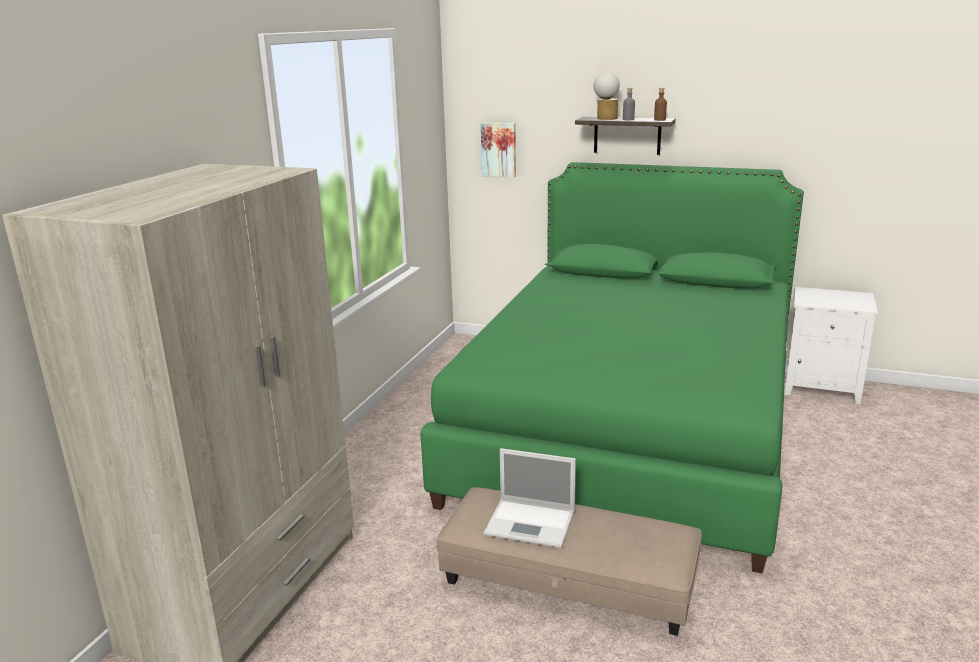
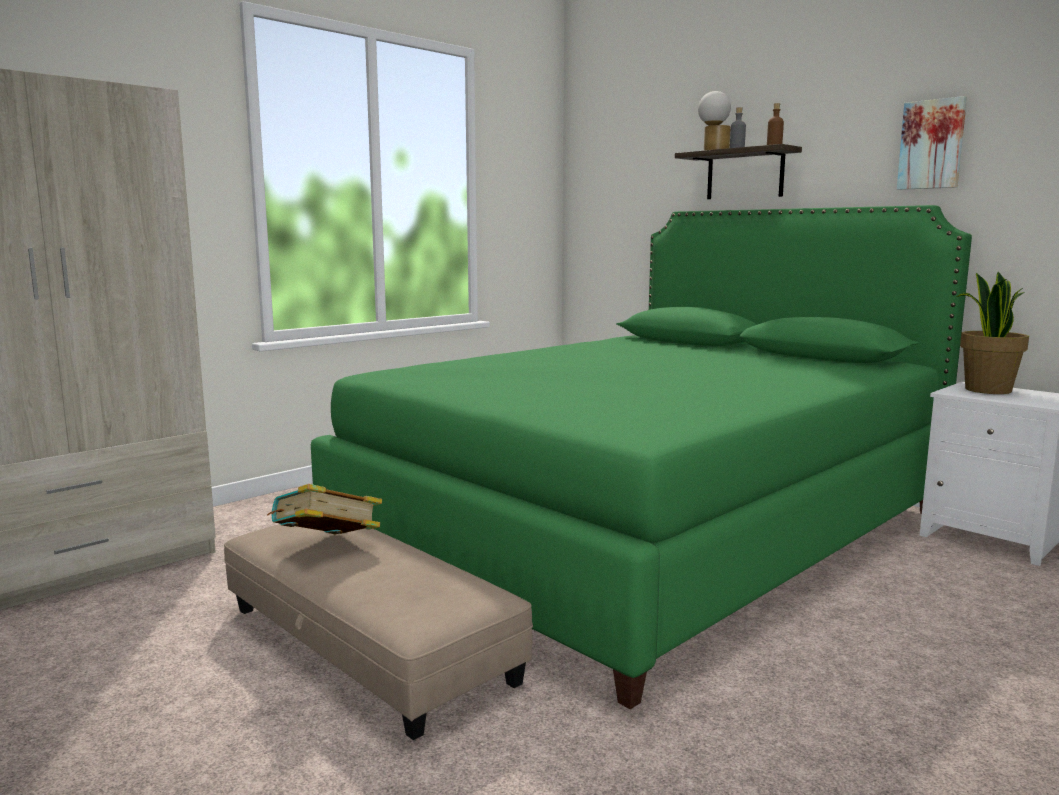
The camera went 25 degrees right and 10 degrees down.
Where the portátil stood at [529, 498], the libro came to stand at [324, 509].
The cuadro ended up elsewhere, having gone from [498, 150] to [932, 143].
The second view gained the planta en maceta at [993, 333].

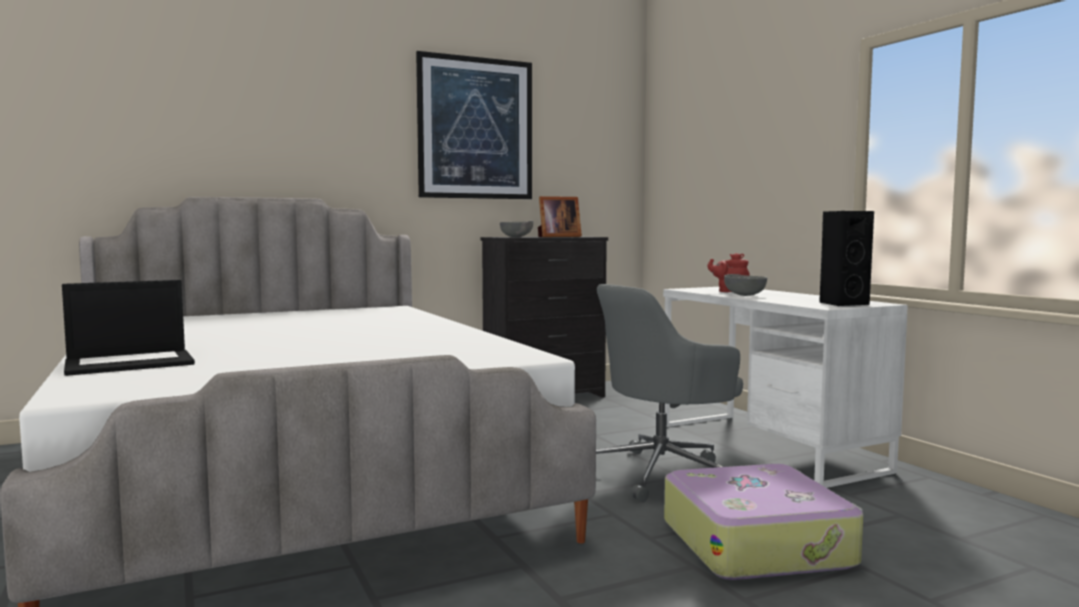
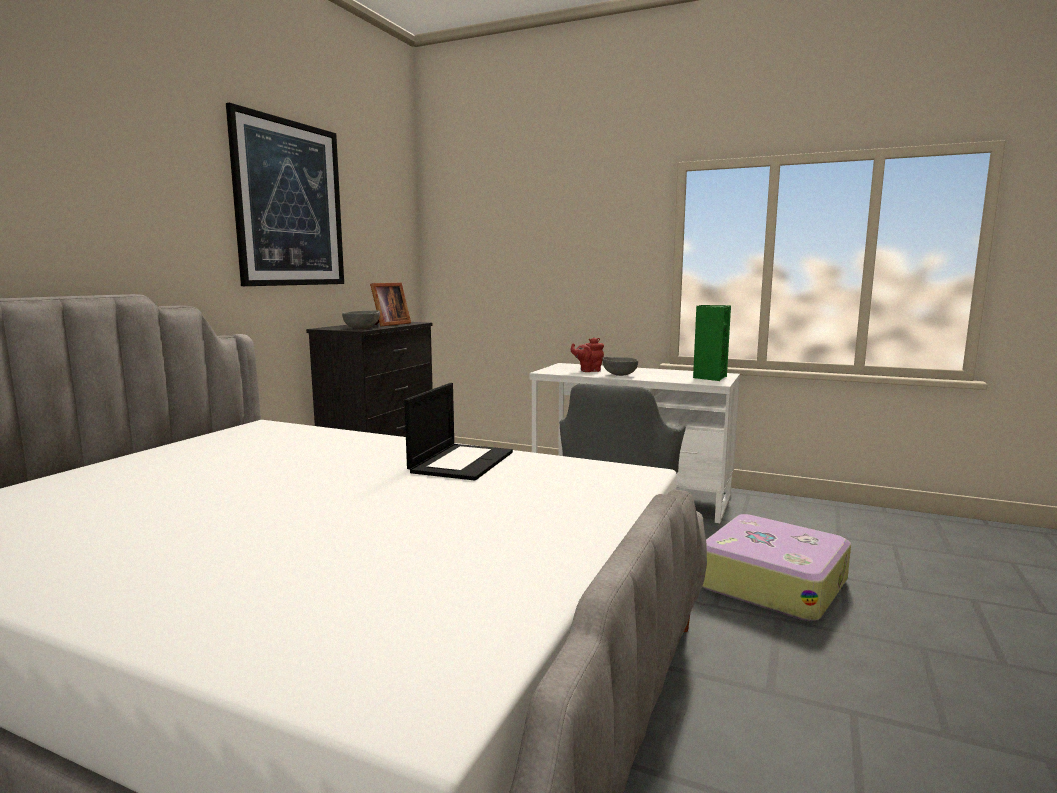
The camera went 40 degrees left and 5 degrees up.
The portátil ended up elsewhere, having gone from [128, 328] to [458, 432].
What was the altavoz [negro] at [846, 258] turned into the altavoz [verde] at [712, 343].

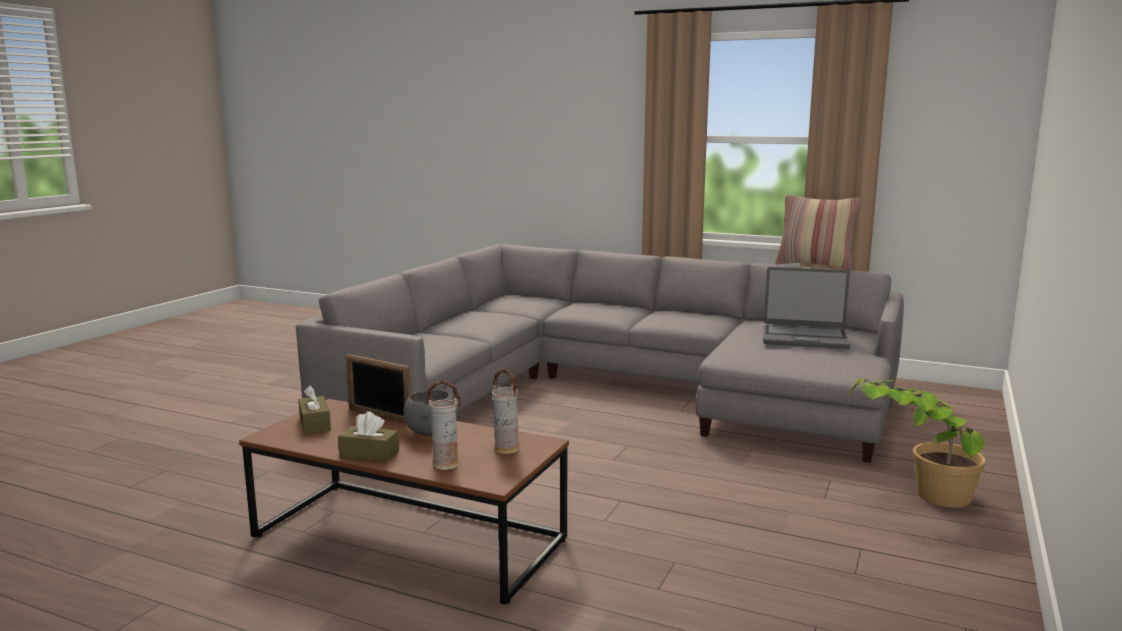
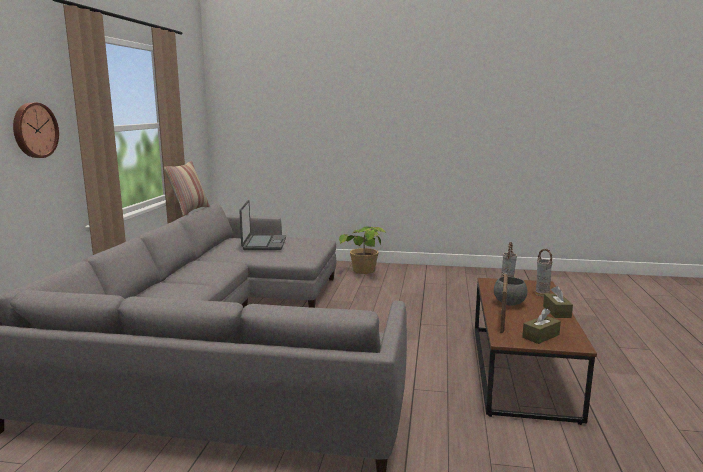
The camera went 105 degrees left and 0 degrees up.
The second view gained the reloj de pared at [36, 130].

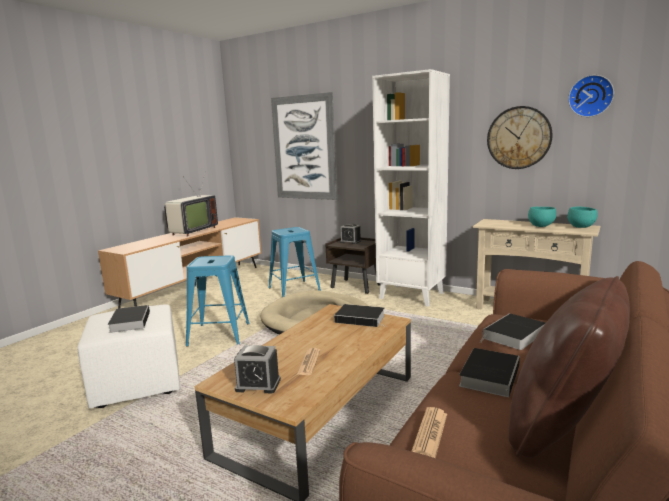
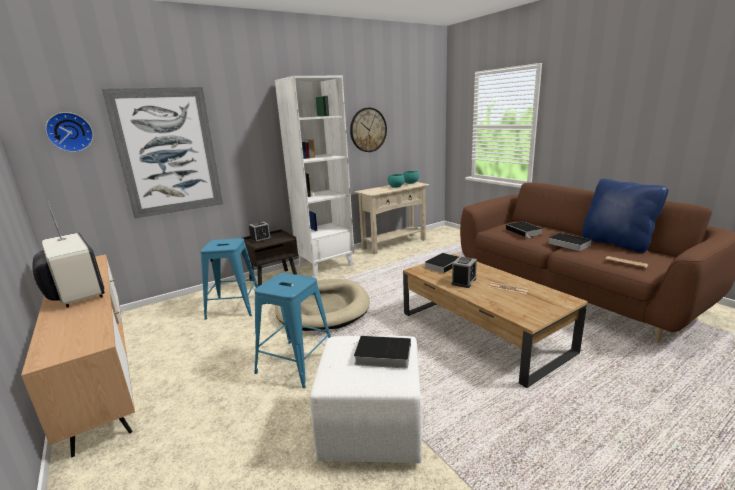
The camera went 65 degrees left and 5 degrees up.
The reloj de pared ended up elsewhere, having gone from [591, 96] to [69, 132].
The despertador ended up elsewhere, having gone from [257, 369] to [464, 272].
What was the cojín [marrón] at [569, 366] turned into the cojín [azul] at [625, 216].

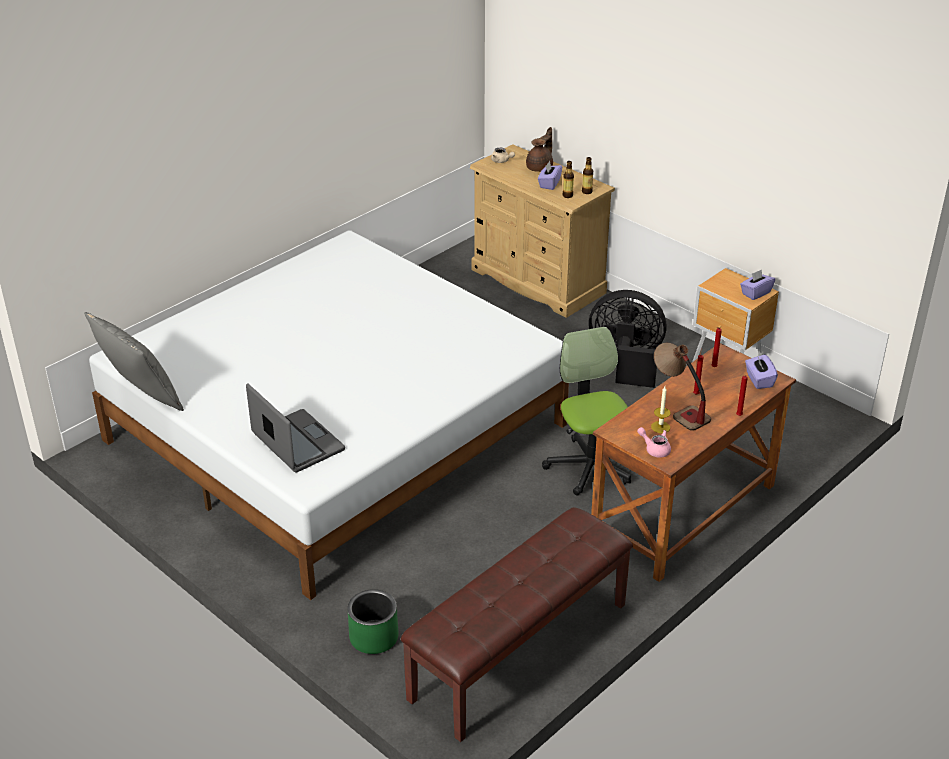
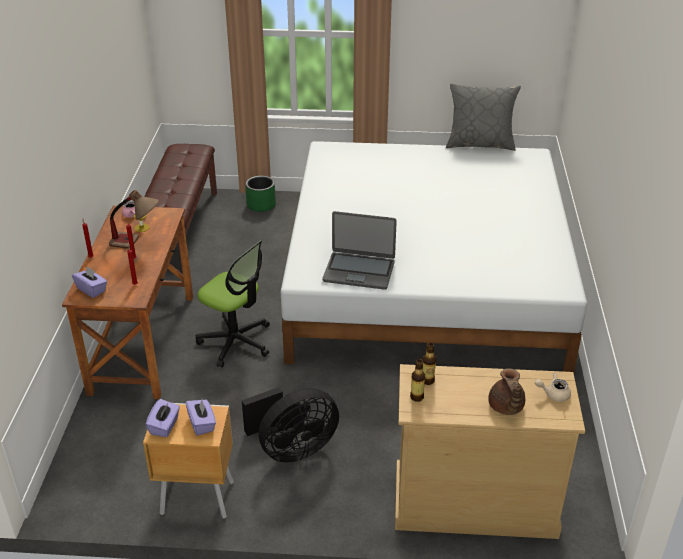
The camera went 140 degrees right and 0 degrees up.
The caja de pañuelos [morado] ended up elsewhere, having gone from [550, 175] to [201, 418].
The portátil ended up elsewhere, having gone from [295, 428] to [359, 250].

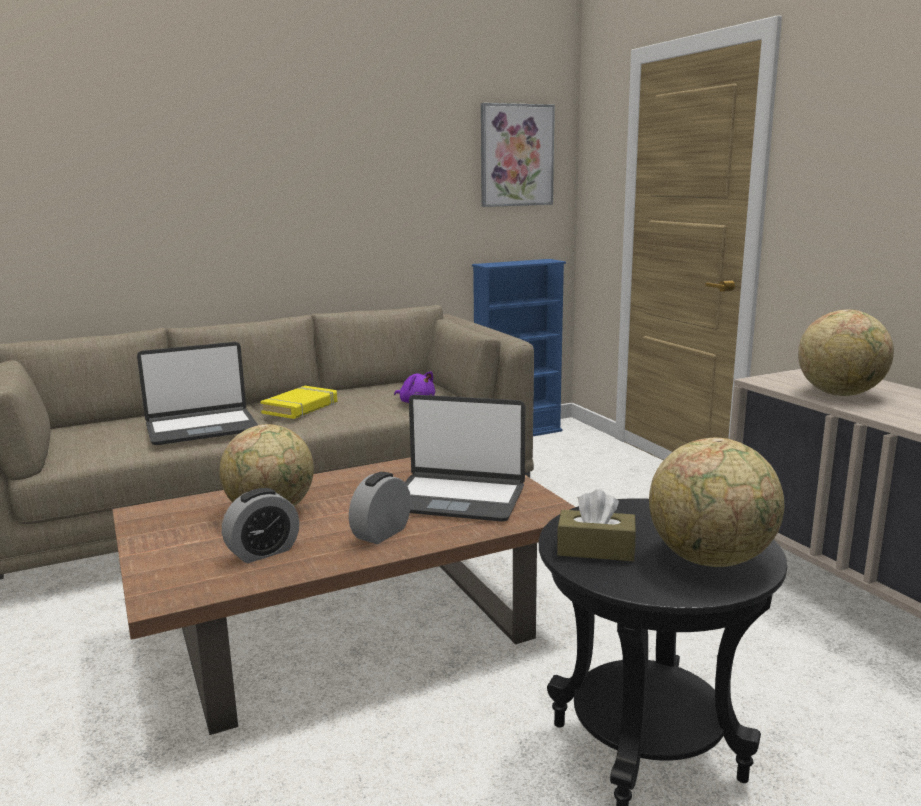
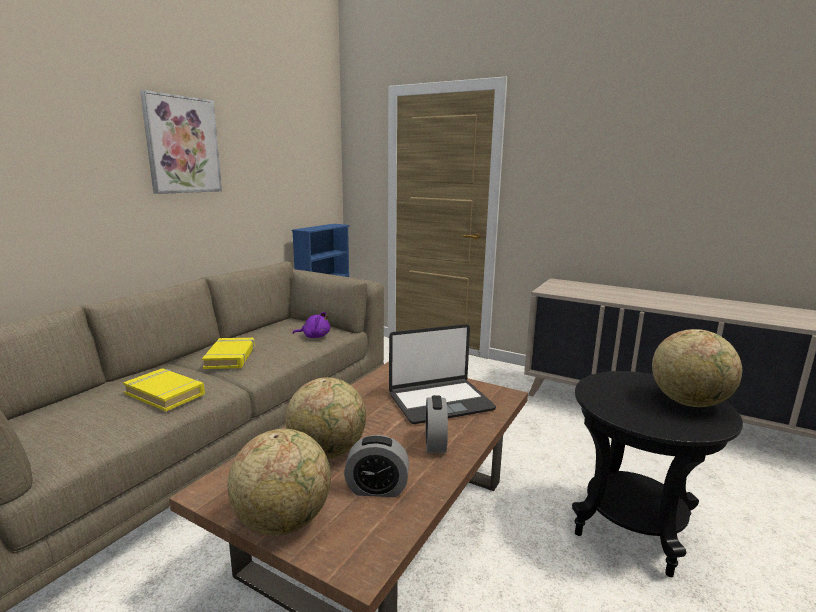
The camera went 35 degrees left and 0 degrees up.
Where the portátil stood at [197, 393], the libro [amarillo] came to stand at [164, 389].
The cuadro ended up elsewhere, having gone from [518, 155] to [181, 142].
The globo terráqueo ended up elsewhere, having gone from [846, 353] to [279, 482].
The despertador at [260, 525] ended up facing another way, 75 degrees clockwise from before.
The second view lost the caja de pañuelos [marrón] at [596, 525].

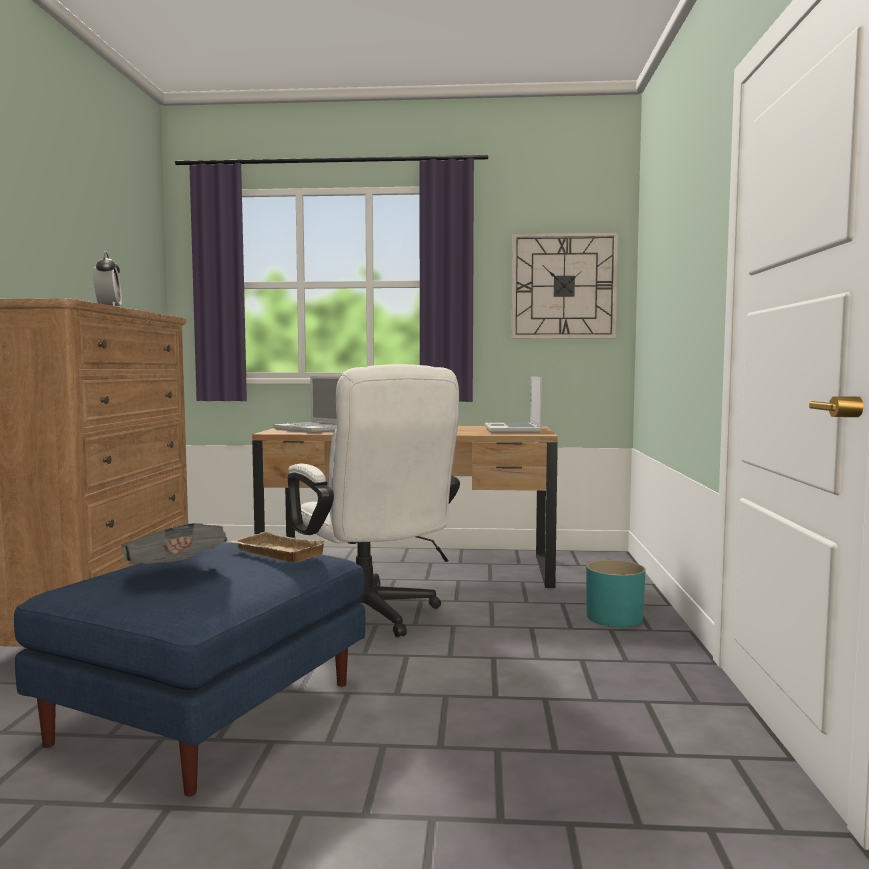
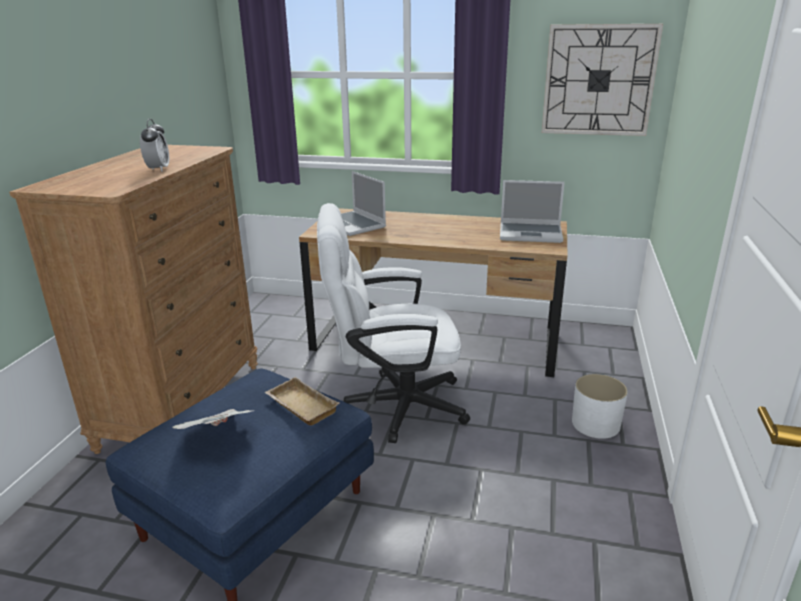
The camera went 10 degrees right and 20 degrees up.
The silla de oficina [blanco] at [373, 500] ended up facing another way, 105 degrees clockwise from before.
The portátil at [513, 404] ended up facing another way, 90 degrees counterclockwise from before.
What was the maceta [turquesa] at [615, 593] turned into the maceta [blanco] at [600, 406].

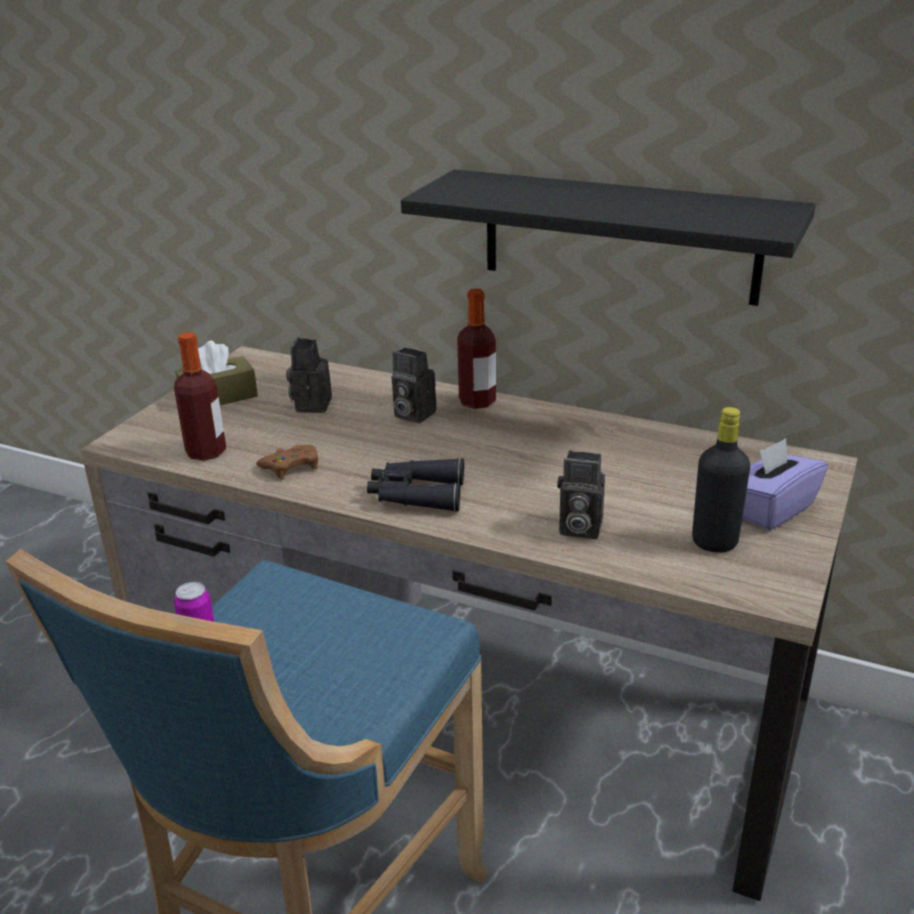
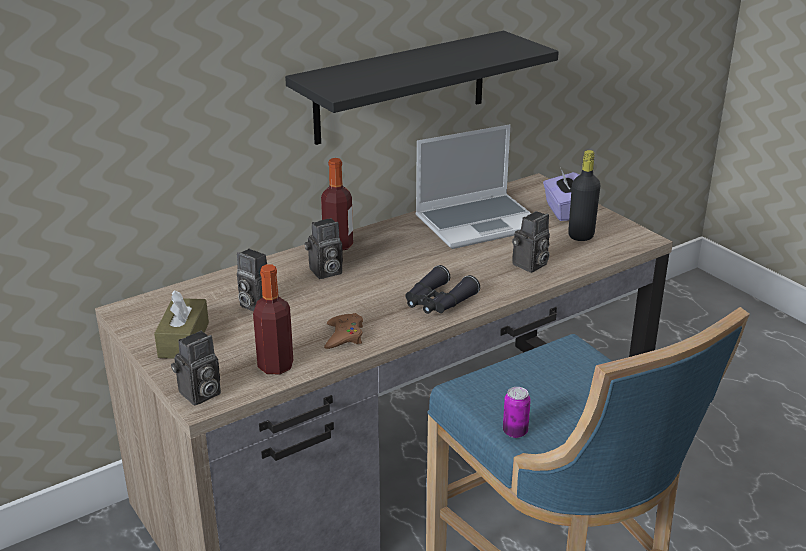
The camera went 60 degrees left and 0 degrees up.
The second view gained the cámara at [196, 368].
The second view gained the portátil at [474, 186].

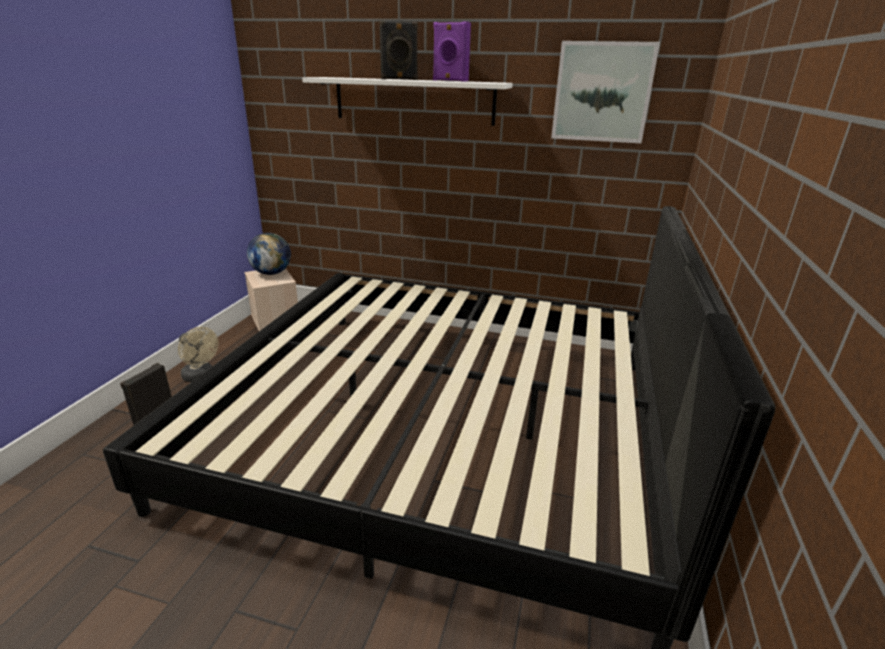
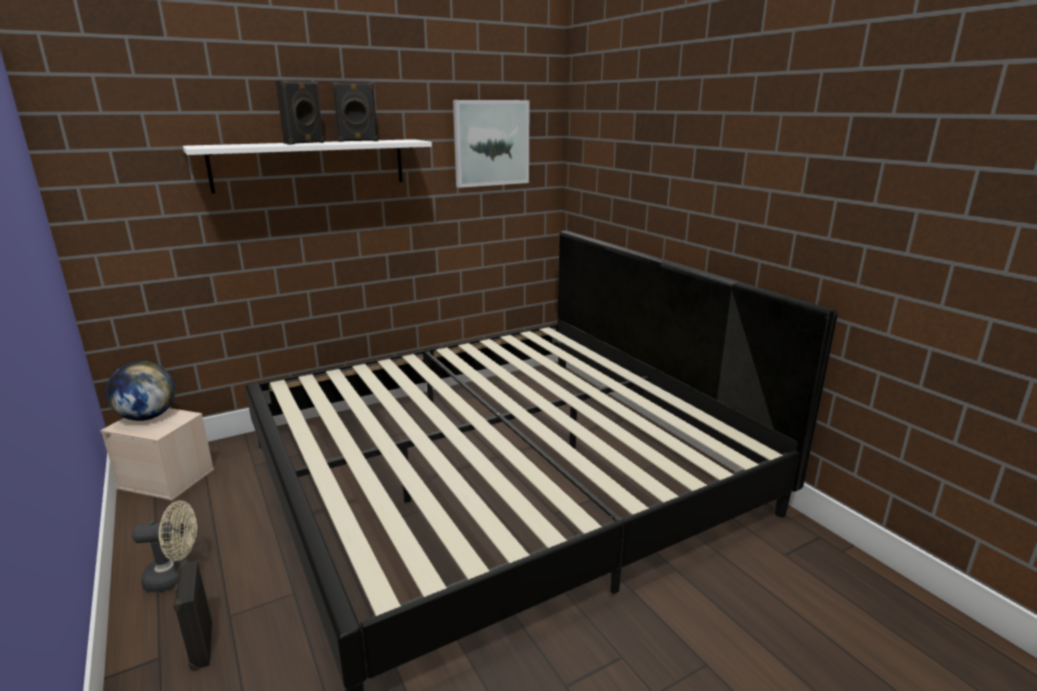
The camera went 45 degrees left and 5 degrees down.
What was the altavoz [morado] at [452, 51] turned into the altavoz [negro] at [355, 112].

